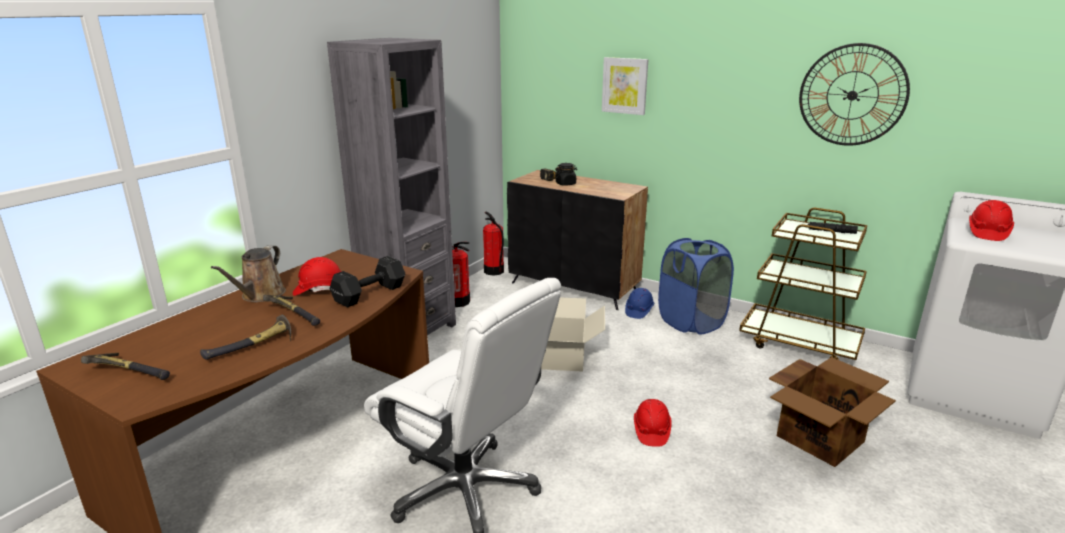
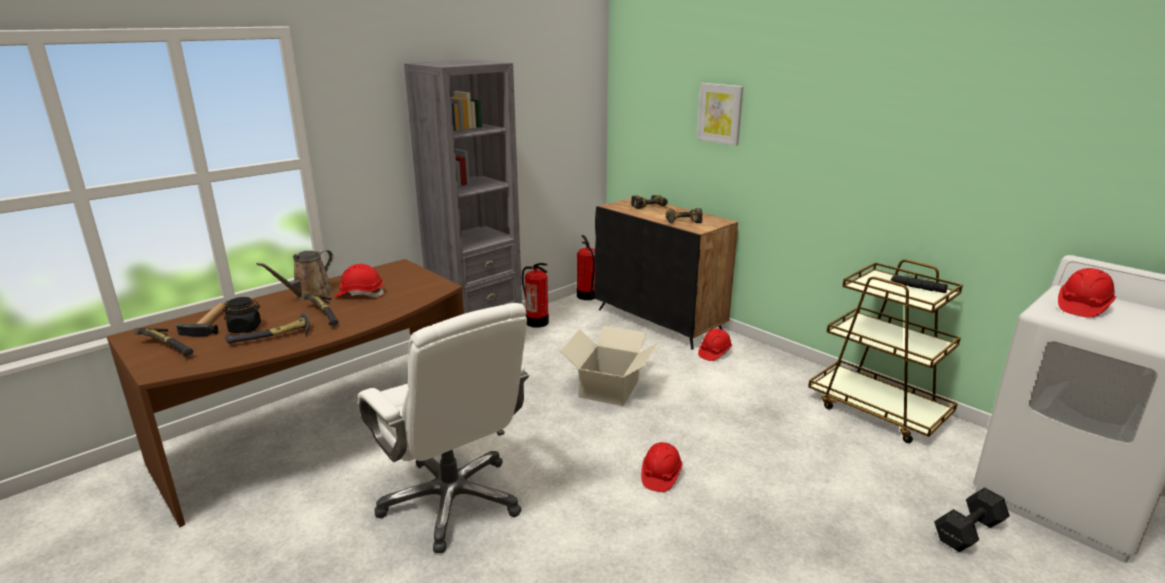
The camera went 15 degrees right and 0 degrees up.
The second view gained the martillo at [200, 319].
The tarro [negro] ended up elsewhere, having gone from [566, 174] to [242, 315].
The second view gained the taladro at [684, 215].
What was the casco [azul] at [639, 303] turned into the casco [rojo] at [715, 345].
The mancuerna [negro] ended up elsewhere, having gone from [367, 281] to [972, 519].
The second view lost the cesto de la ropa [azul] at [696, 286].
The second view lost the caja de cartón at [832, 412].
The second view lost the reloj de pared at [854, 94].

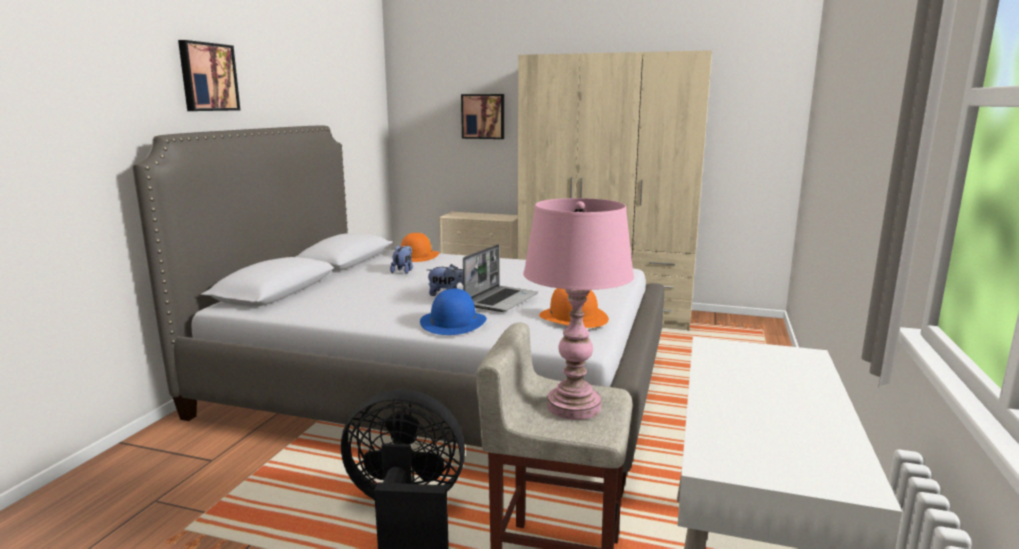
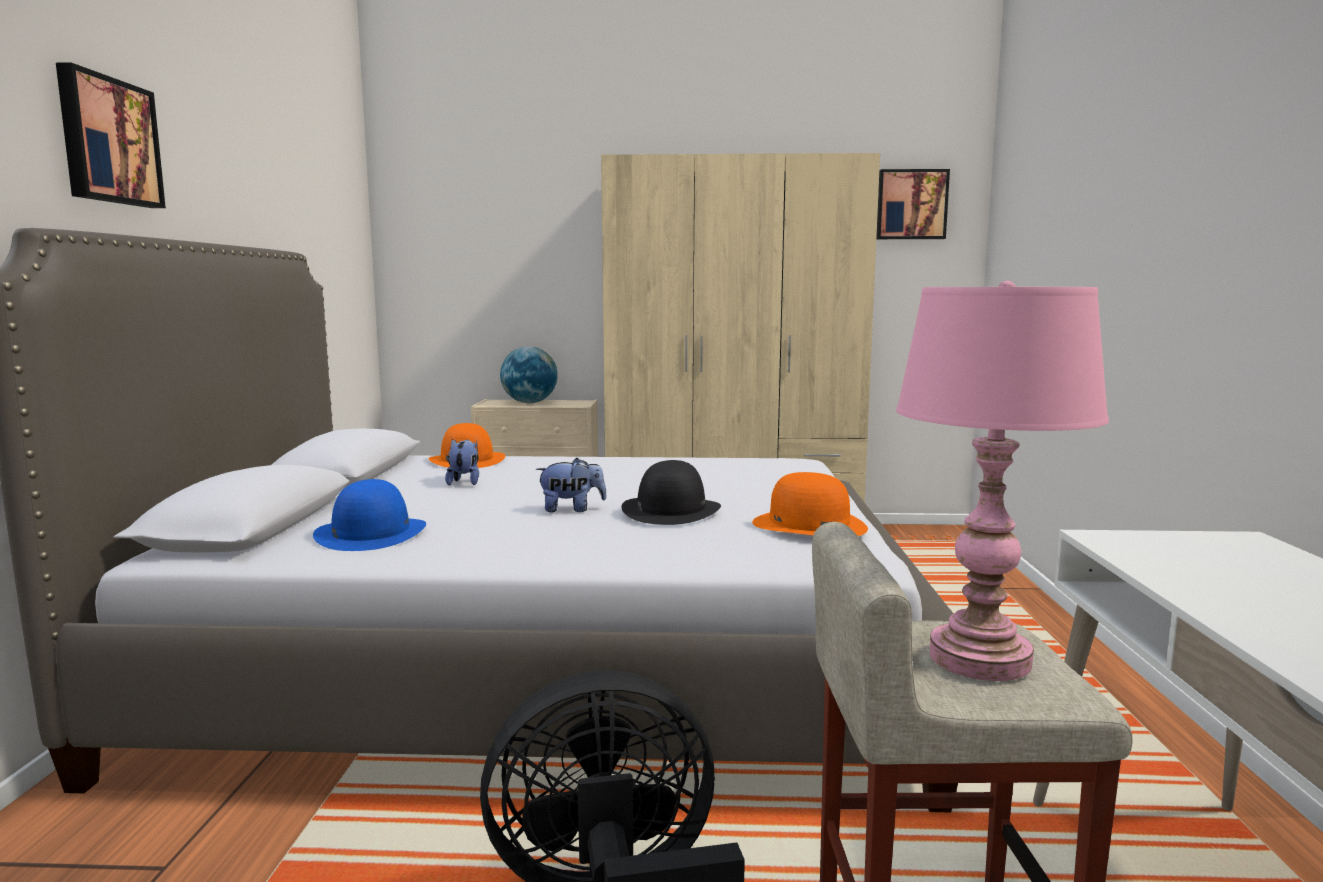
The camera went 15 degrees left and 5 degrees down.
The sombrero [azul] ended up elsewhere, having gone from [453, 311] to [369, 515].
The second view gained the globo terráqueo at [529, 374].
Where the portátil stood at [500, 278], the sombrero [negro] came to stand at [671, 492].
The cuadro ended up elsewhere, having gone from [482, 116] to [913, 204].

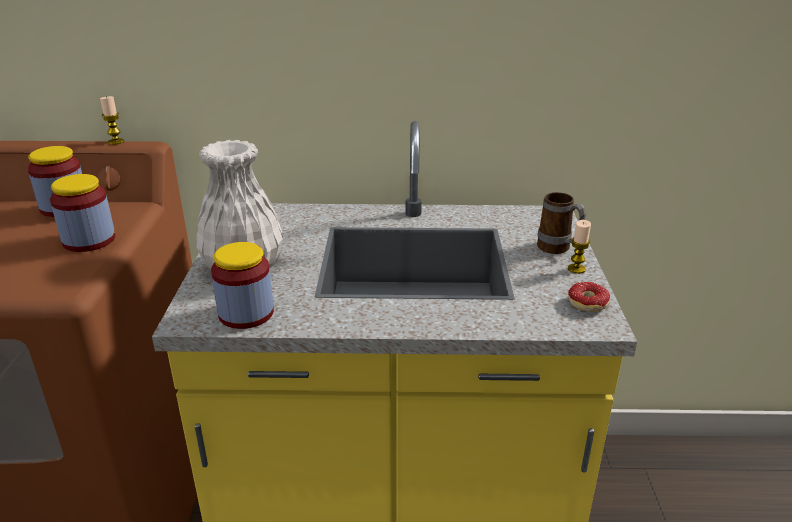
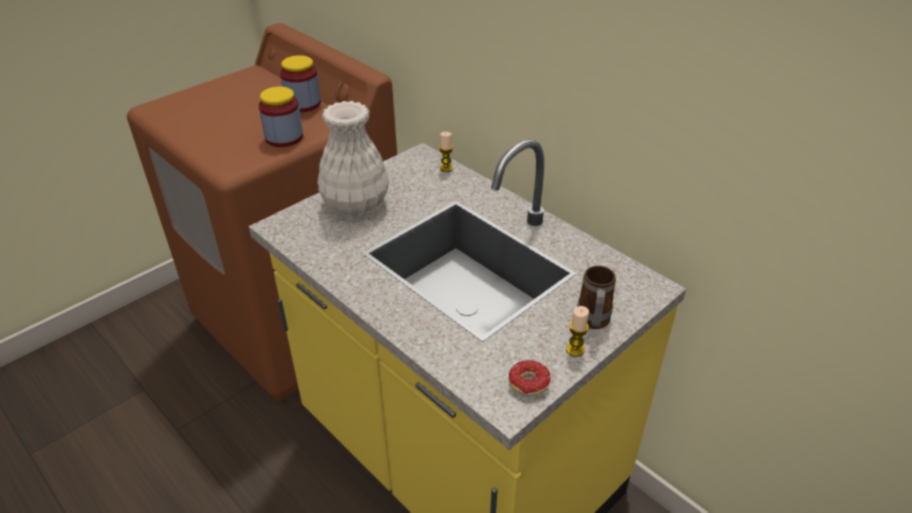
The camera went 45 degrees right and 10 degrees up.
The vela ended up elsewhere, having gone from [112, 120] to [446, 152].
The second view lost the tarro at [242, 285].

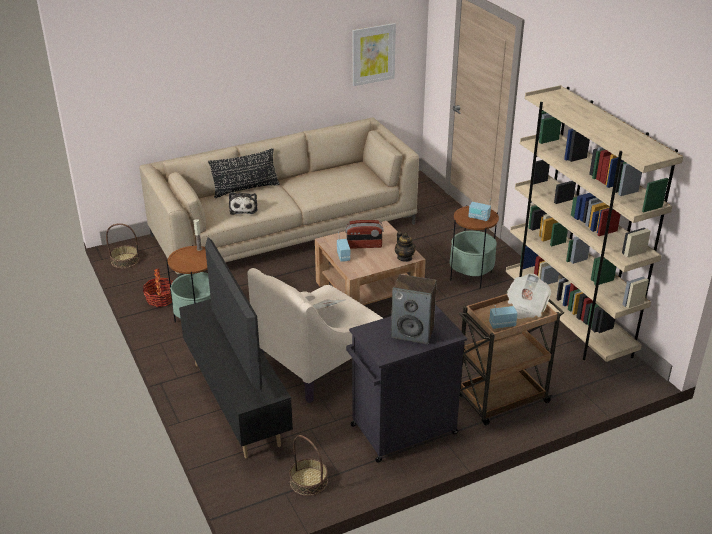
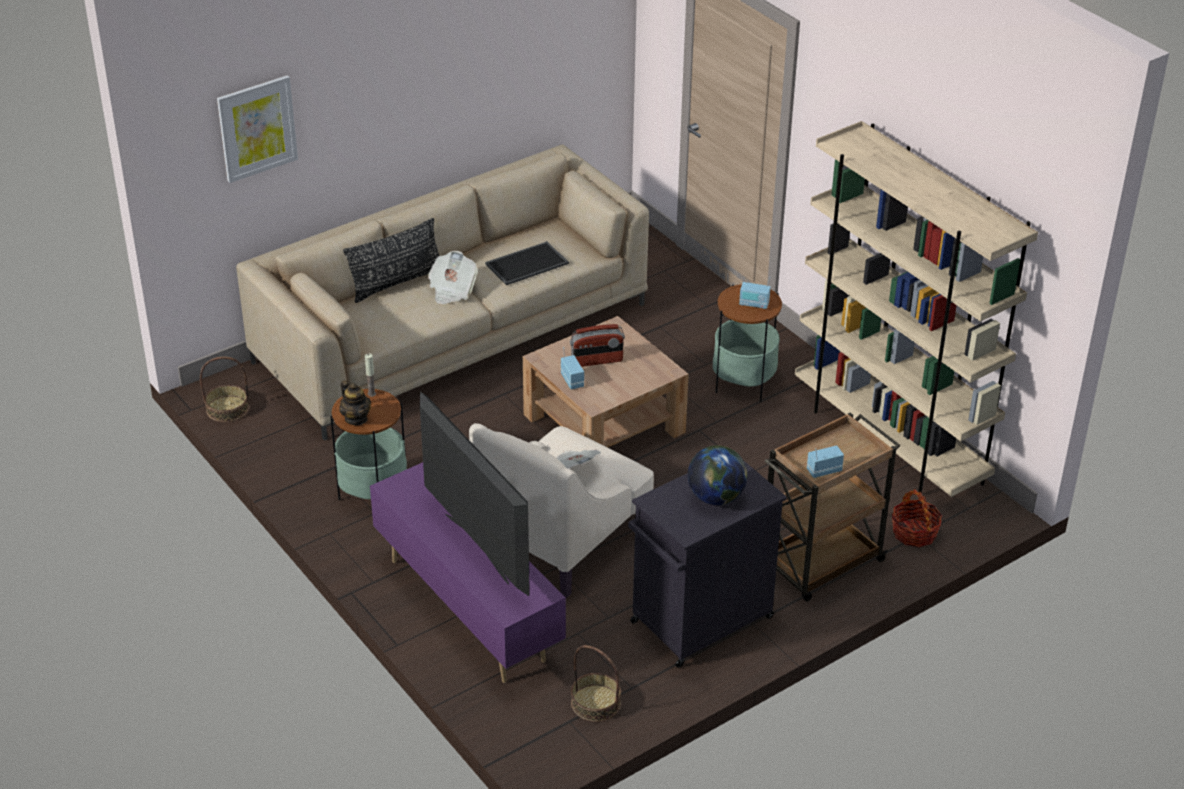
The camera went 10 degrees left and 5 degrees up.
The cuadro ended up elsewhere, having gone from [374, 54] to [257, 129].
The tetera ended up elsewhere, having gone from [405, 246] to [355, 402].
What was the mueble de televisión [negro] at [236, 378] turned into the mueble de televisión [morado] at [468, 572].
The periódico ended up elsewhere, having gone from [529, 296] to [453, 277].
The second view gained the bandeja at [527, 263].
Where the altavoz stood at [414, 309], the globo terráqueo came to stand at [717, 475].
The cesta ended up elsewhere, having gone from [158, 288] to [917, 518].
The second view lost the peluche at [243, 203].

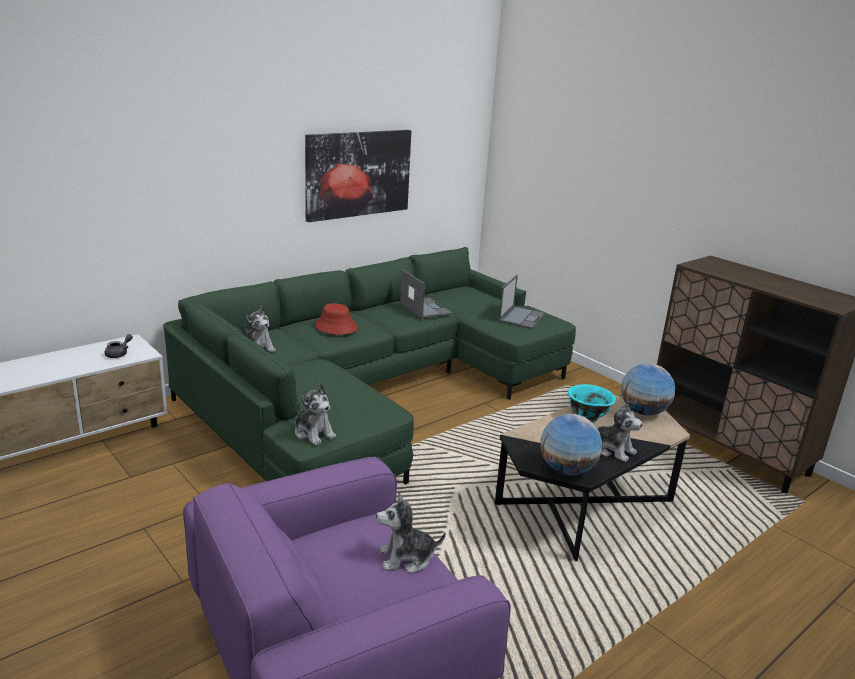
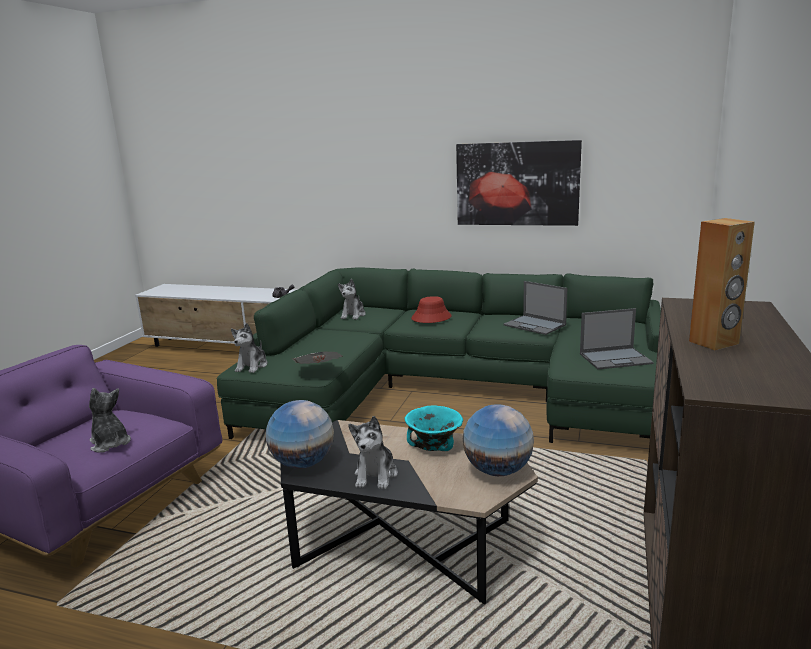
The camera went 60 degrees right and 5 degrees down.
The second view gained the periódico at [317, 358].
The portátil at [426, 294] ended up facing another way, 105 degrees clockwise from before.
The second view gained the altavoz [marrón] at [722, 284].

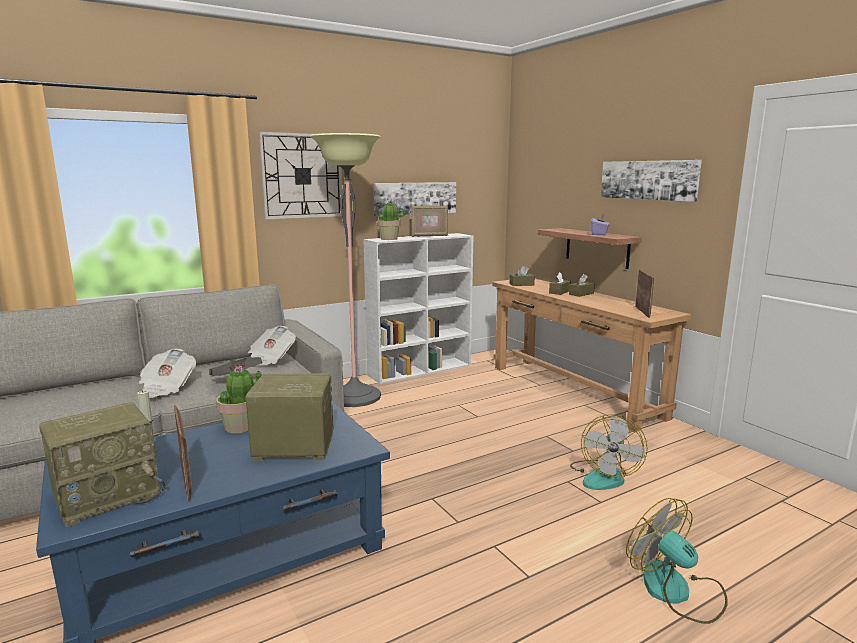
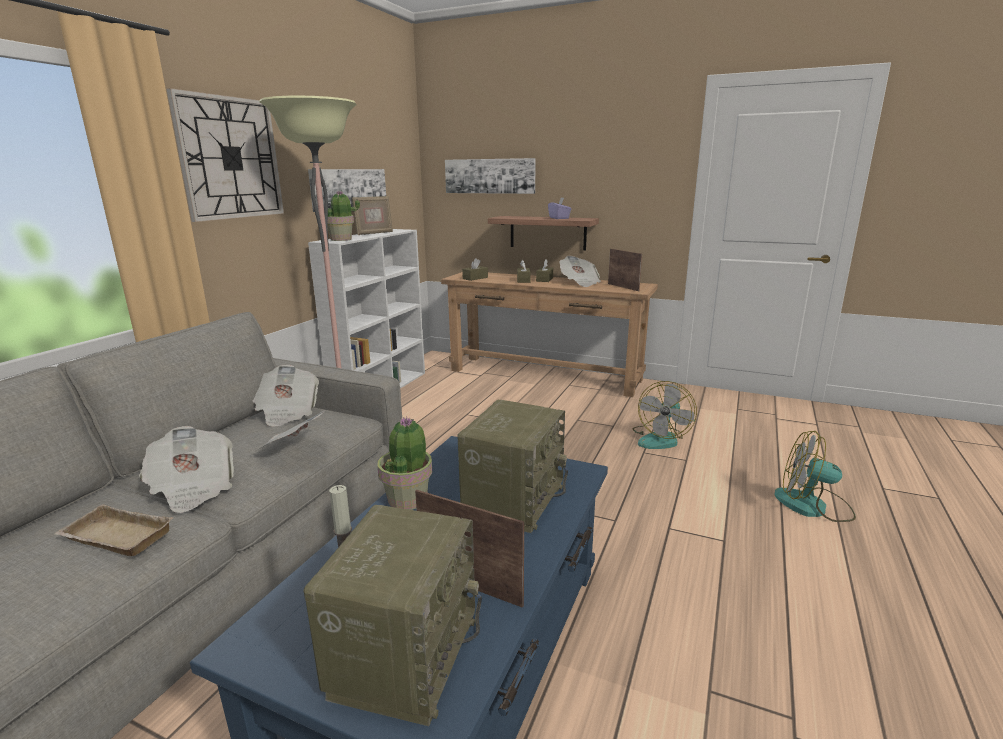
The camera went 35 degrees left and 5 degrees up.
The second view gained the bandeja [beis] at [114, 530].
The cuadro ended up elsewhere, having gone from [651, 181] to [490, 176].
The radio at [289, 417] ended up facing another way, 150 degrees clockwise from before.
The second view gained the periódico at [580, 271].
The ventilador at [609, 452] ended up facing another way, 45 degrees clockwise from before.

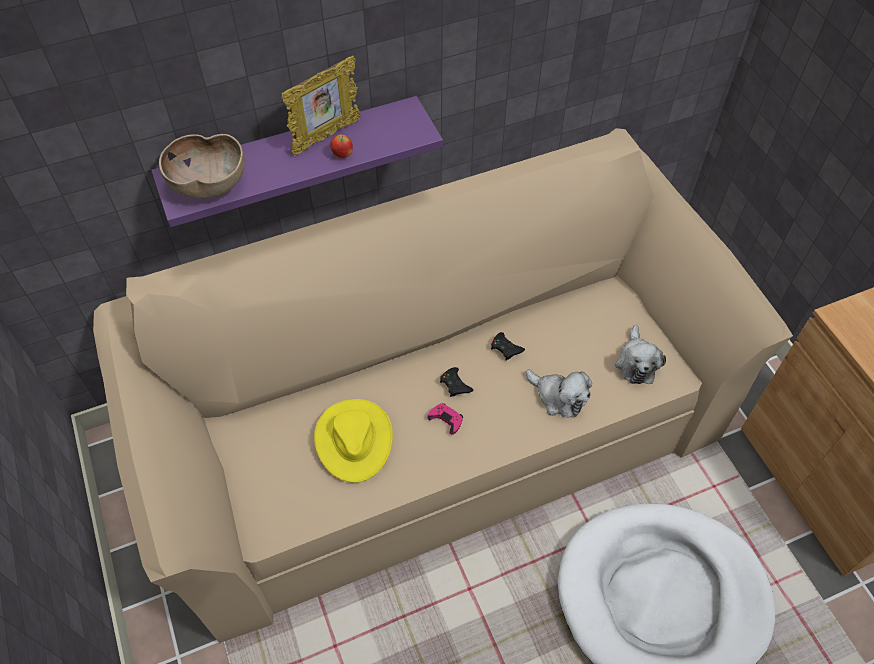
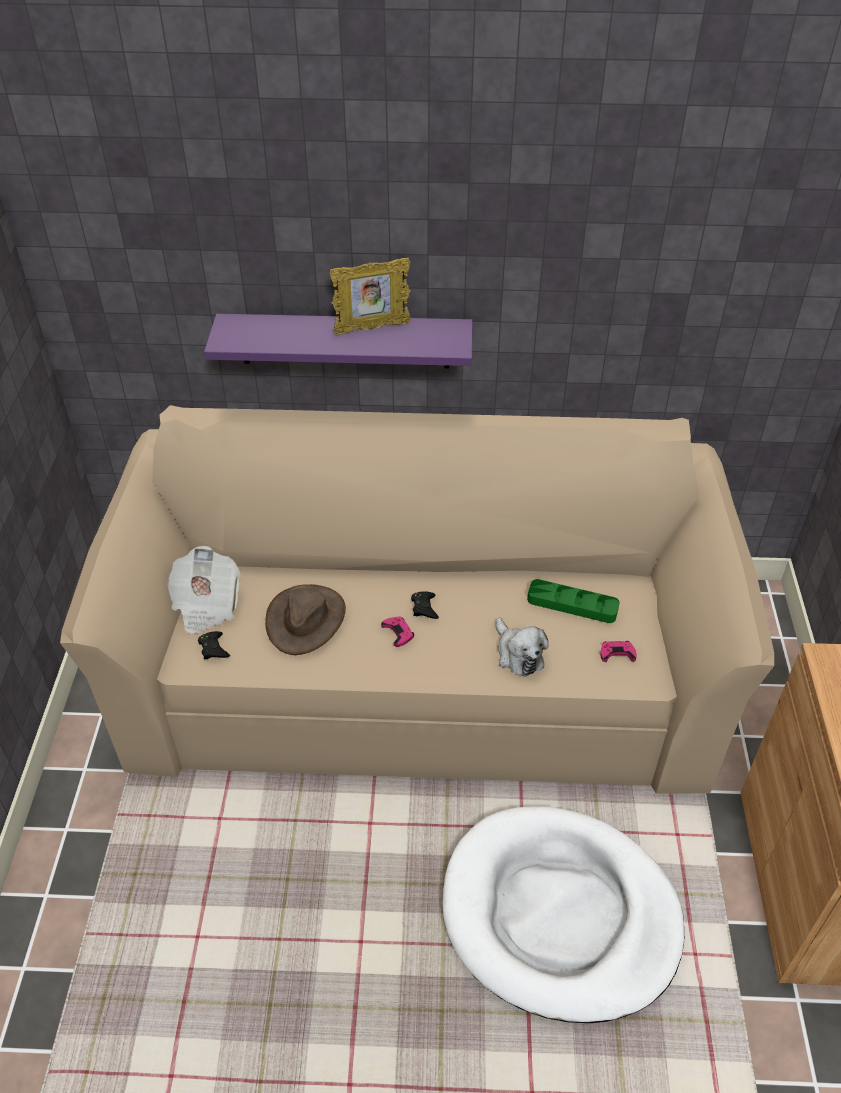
The camera went 25 degrees right and 10 degrees down.
The second view gained the periódico at [204, 590].
The mando de consola [negro] ended up elsewhere, having gone from [508, 346] to [214, 645].
What was the sombrero [amarillo] at [353, 441] turned into the sombrero [marrón] at [305, 619].
The second view gained the bandeja [verde] at [573, 601].
Where the peluche stood at [640, 354], the mando de consola [rosa] came to stand at [618, 651].
The second view lost the cuenco [marrón] at [202, 166].
The second view lost the manzana at [341, 146].

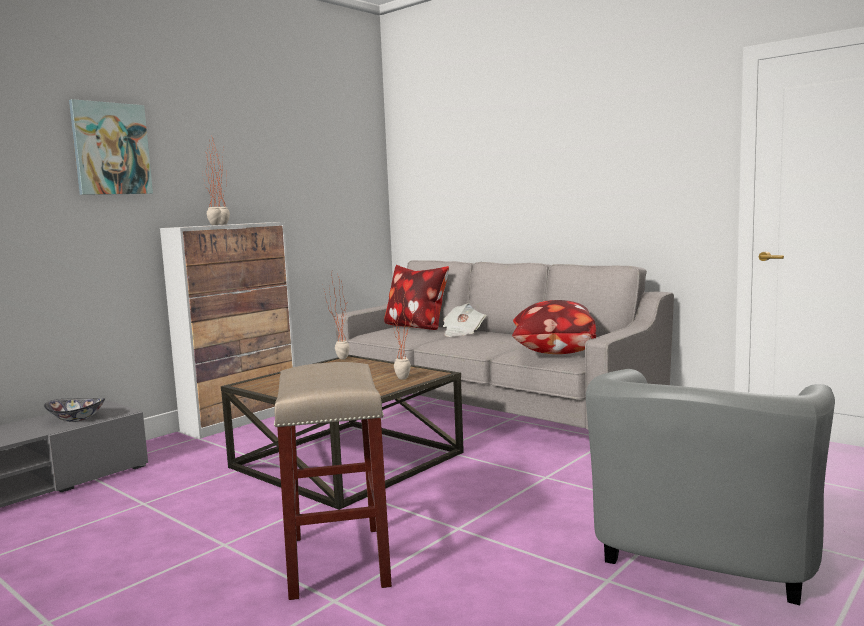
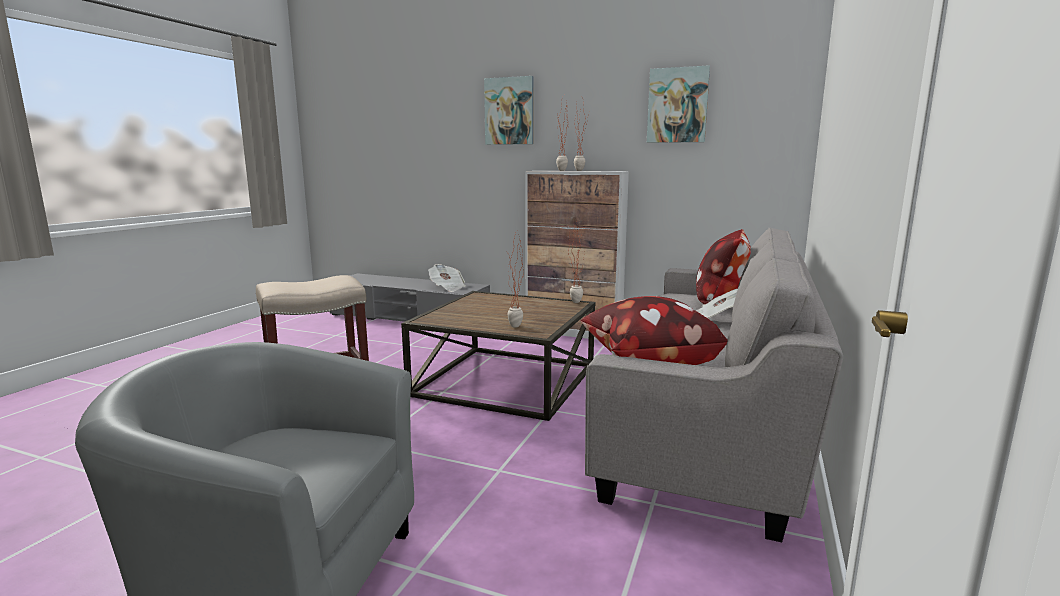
The camera went 70 degrees right and 5 degrees up.
Where the cuenco stood at [74, 410], the periódico came to stand at [447, 278].
The second view gained the cuadro at [678, 104].

